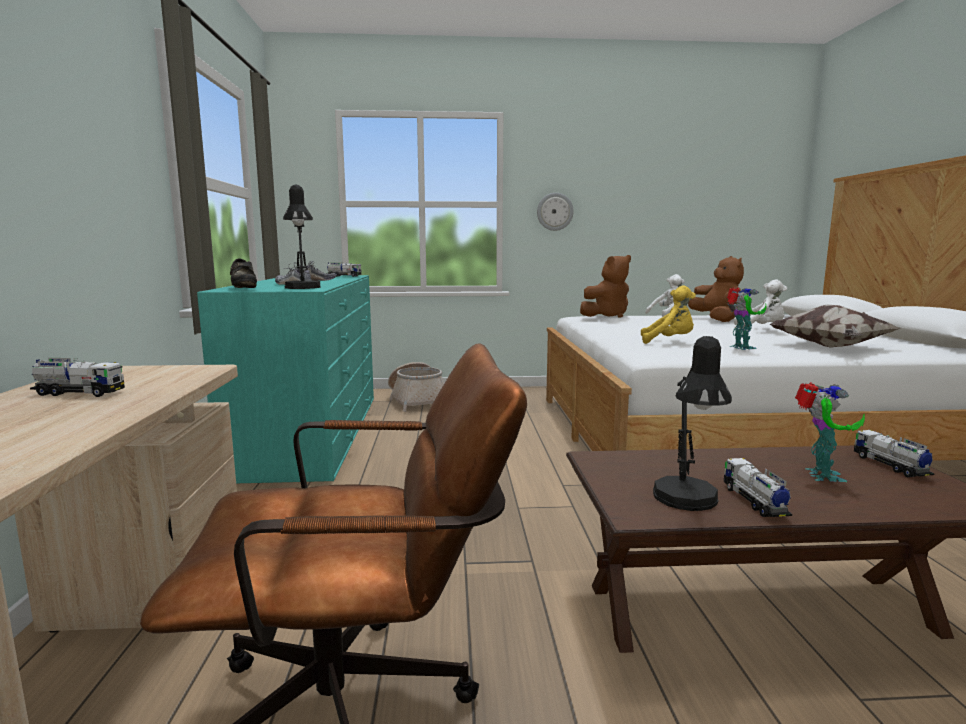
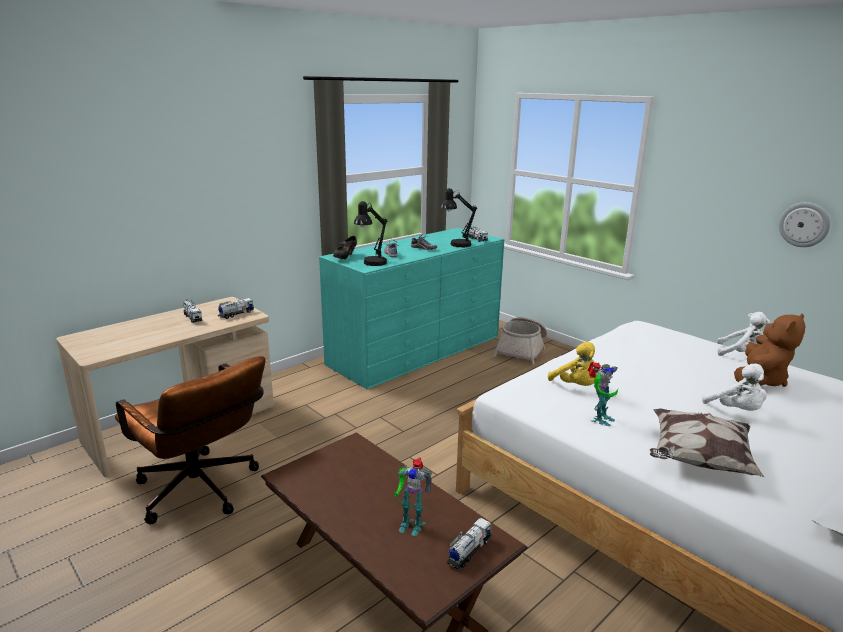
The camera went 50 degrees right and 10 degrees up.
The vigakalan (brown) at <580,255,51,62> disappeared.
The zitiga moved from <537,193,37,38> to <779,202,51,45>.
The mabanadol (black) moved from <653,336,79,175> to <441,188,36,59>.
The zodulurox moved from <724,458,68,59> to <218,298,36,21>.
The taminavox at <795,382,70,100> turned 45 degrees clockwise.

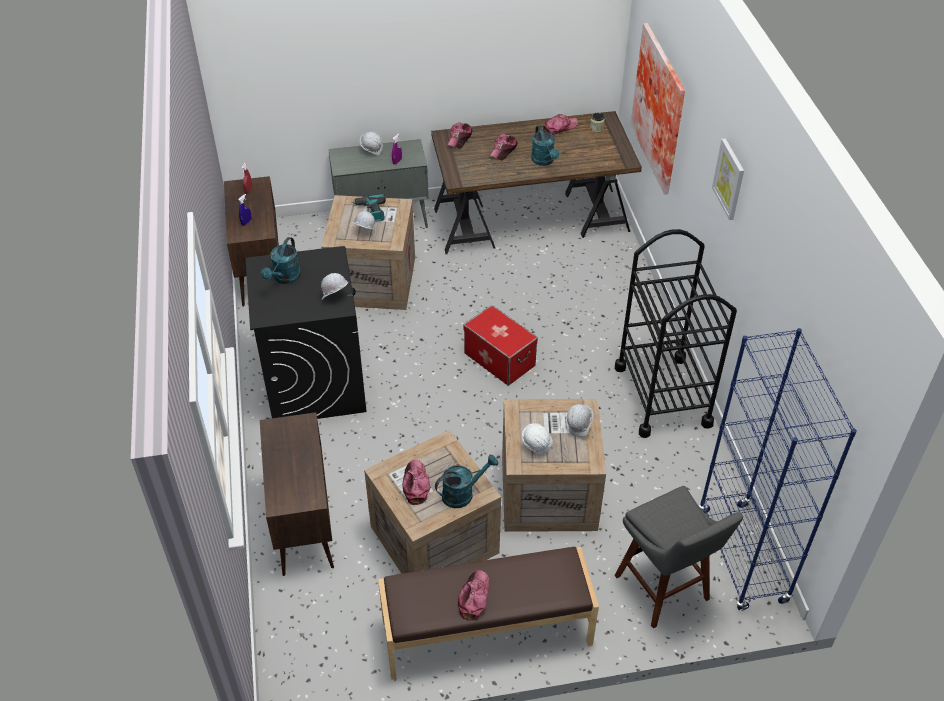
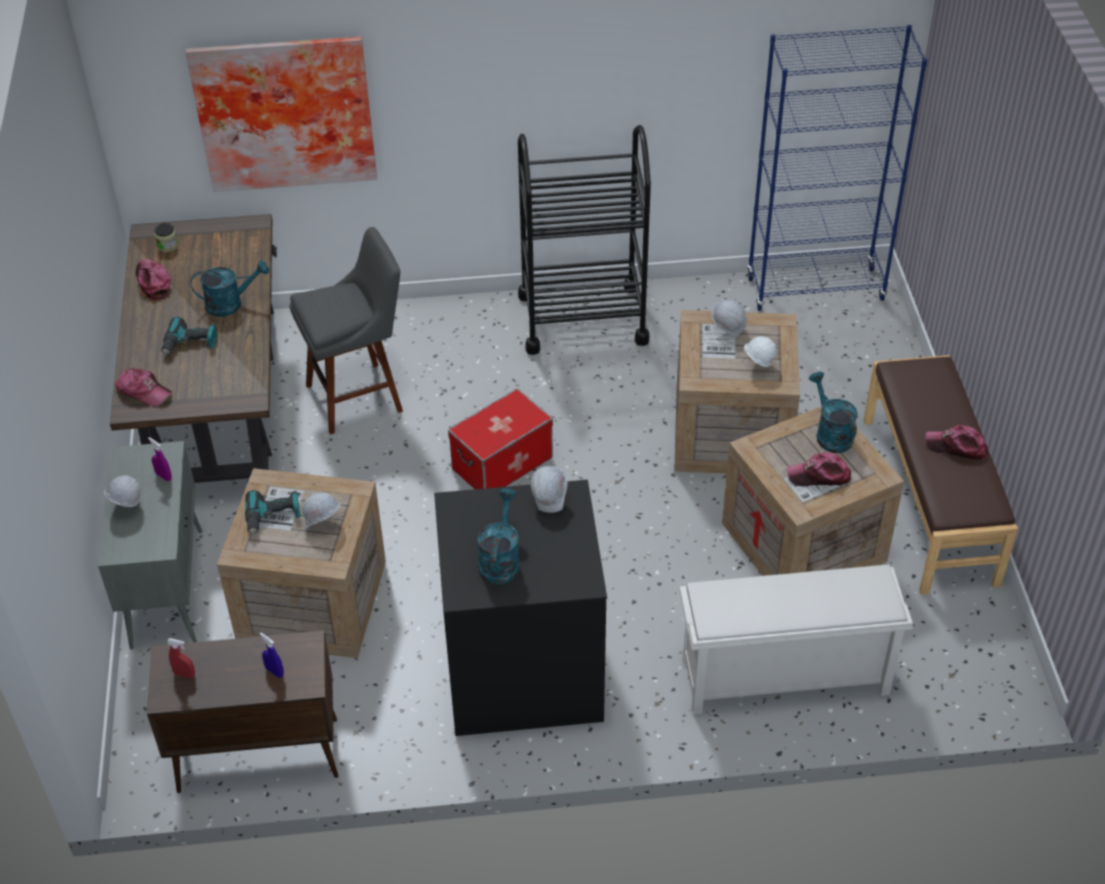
The camera went 85 degrees left and 0 degrees up.
The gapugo at <712,138,32,82> disappeared.
The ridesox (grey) moved from <615,486,128,143> to <290,227,113,208>.
The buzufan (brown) at <260,412,74,164> was replaced by the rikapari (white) at <679,564,234,150>.
The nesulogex at <489,134,29,26> was replaced by the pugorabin at <161,317,56,39>.
The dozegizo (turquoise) at <261,237,40,47> turned 105 degrees counterclockwise.

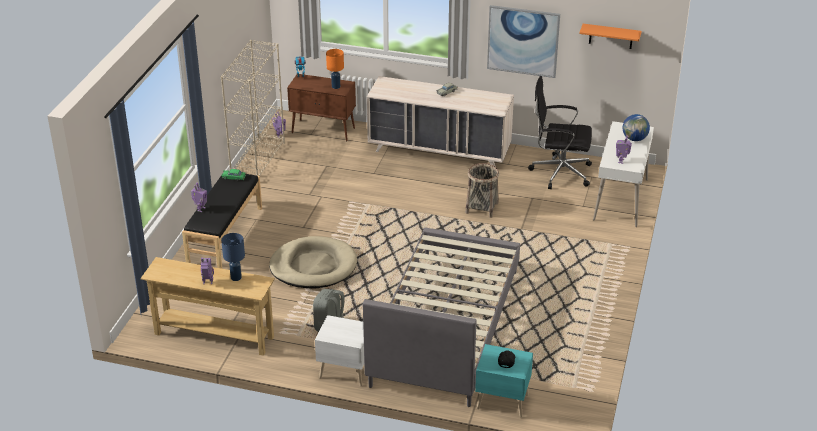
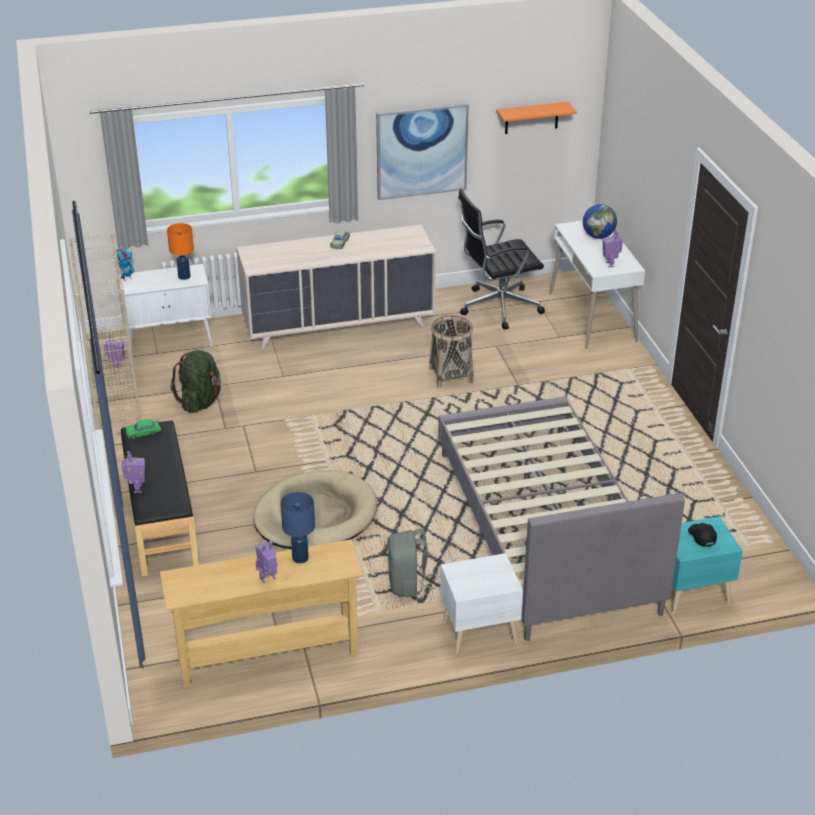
The camera went 30 degrees left and 0 degrees up.
The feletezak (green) at <170,350,51,63> appeared.
The buzufan (brown) at <287,74,69,67> became the buzufan (white) at <116,264,97,84>.

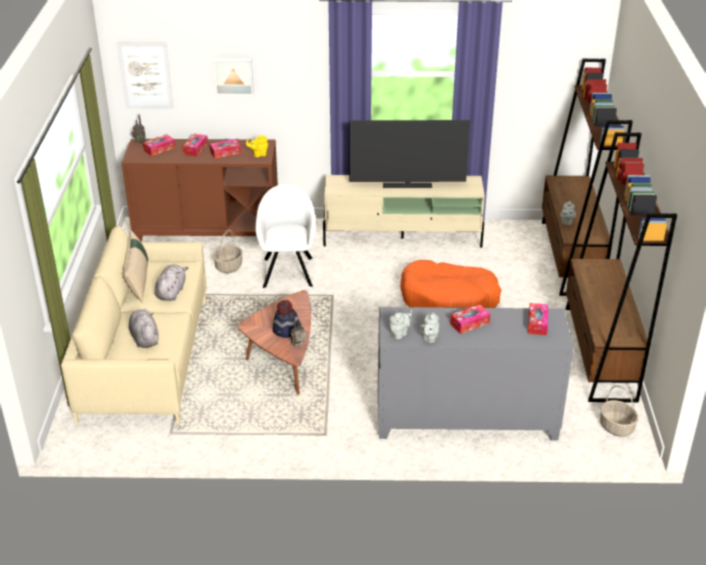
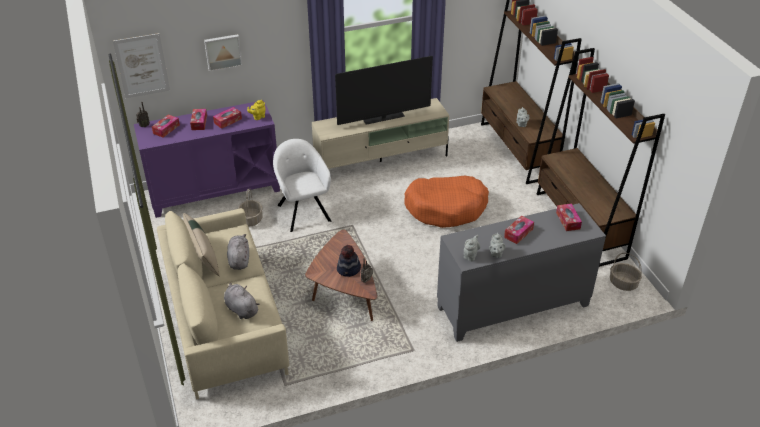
The camera went 20 degrees left and 5 degrees up.
The buzufan (brown) at <121,139,157,103> became the buzufan (purple) at <134,100,146,118>.

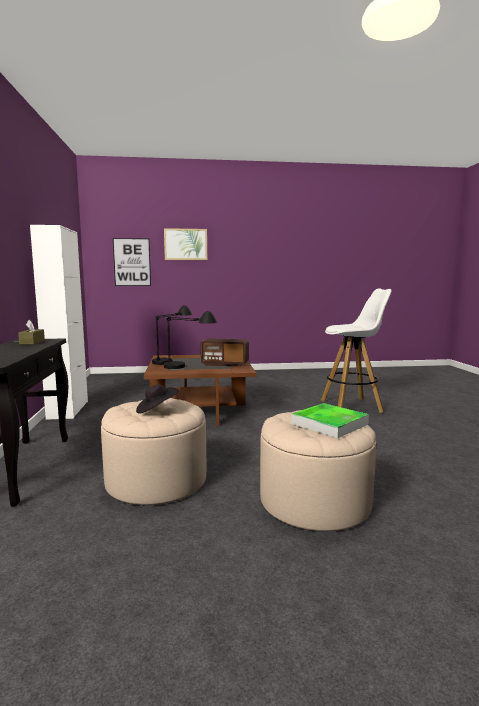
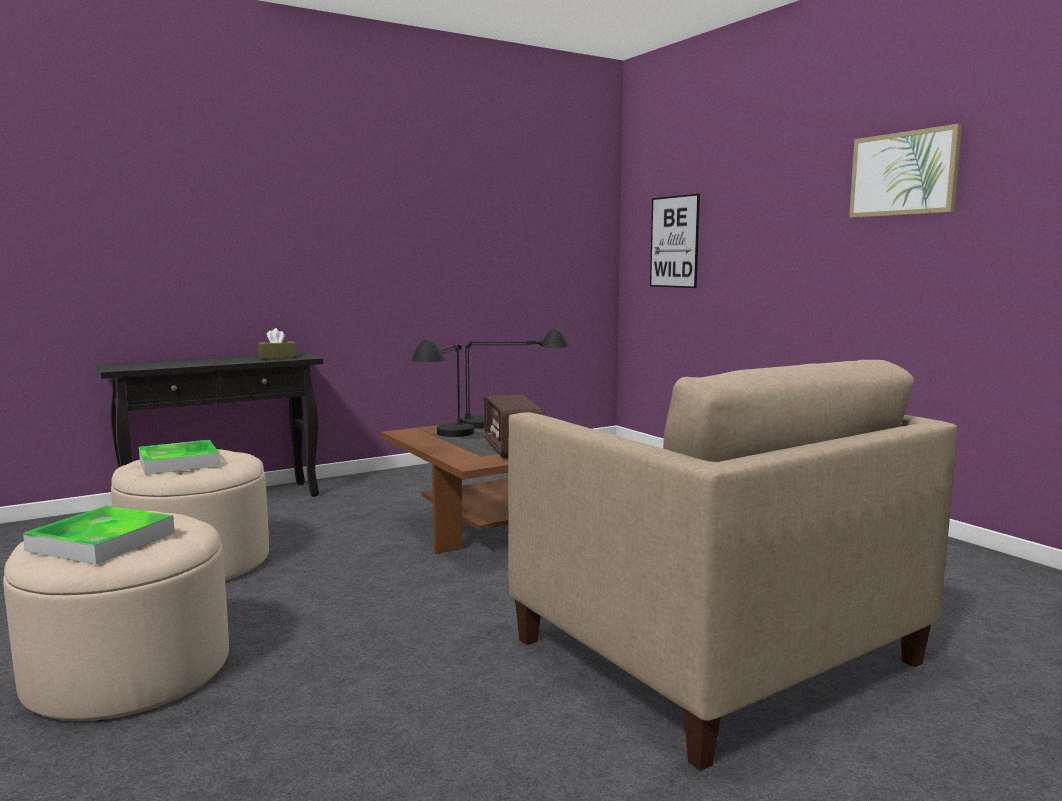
The camera went 65 degrees right and 0 degrees up.
The buzufan (white) at <30,225,58,195> disappeared.
The gapugo moved from <164,228,43,32> to <849,124,113,94>.
The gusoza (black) at <136,384,43,30> was replaced by the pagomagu at <139,440,81,35>.
The ridesox (white) at <321,288,71,125> was replaced by the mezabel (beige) at <508,360,449,411>.

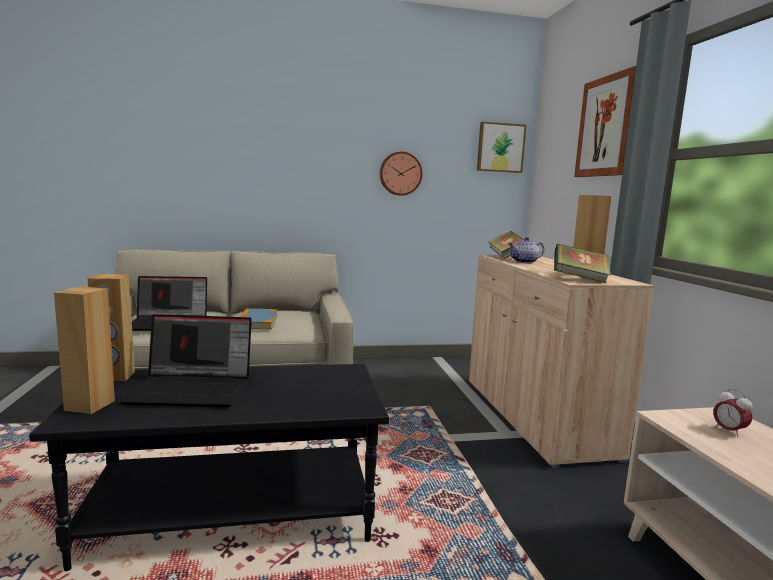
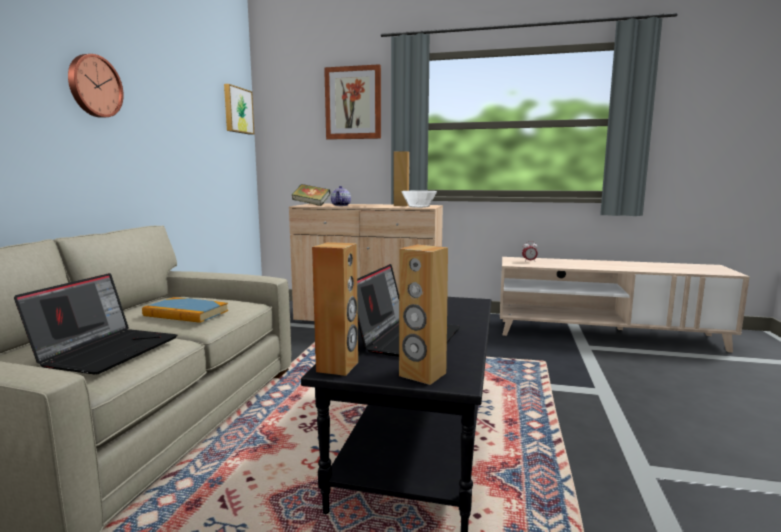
The camera went 65 degrees left and 0 degrees up.
The zitiga moved from <380,151,43,45> to <68,54,56,64>.
The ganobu at <554,244,57,39> was replaced by the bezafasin at <402,190,35,18>.

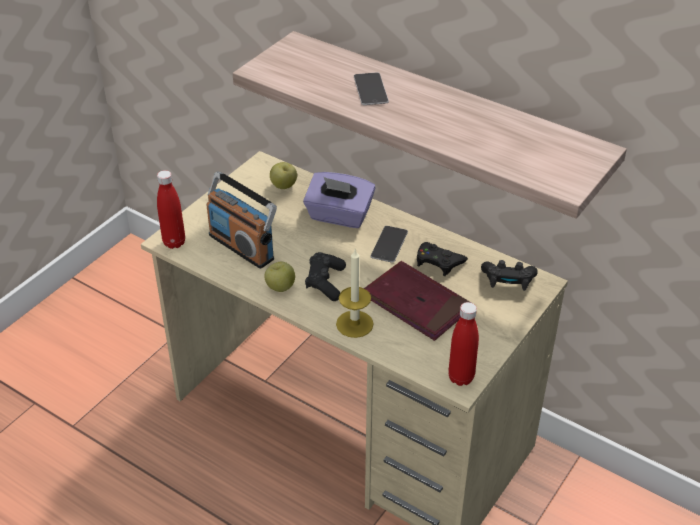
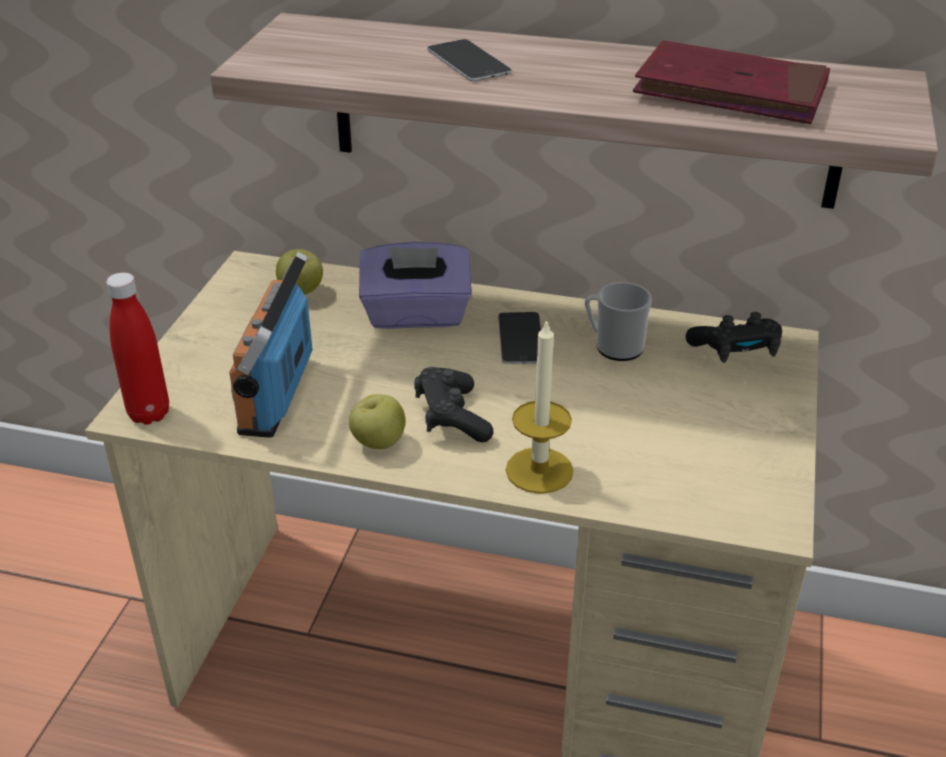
The camera went 20 degrees left and 5 degrees down.
The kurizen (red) at <448,302,31,84> disappeared.
The ganobu (red) moved from <364,261,107,80> to <633,41,197,83>.
The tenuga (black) at <417,242,51,34> was replaced by the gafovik at <585,282,67,79>.
The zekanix at <206,172,71,97> turned 75 degrees clockwise.

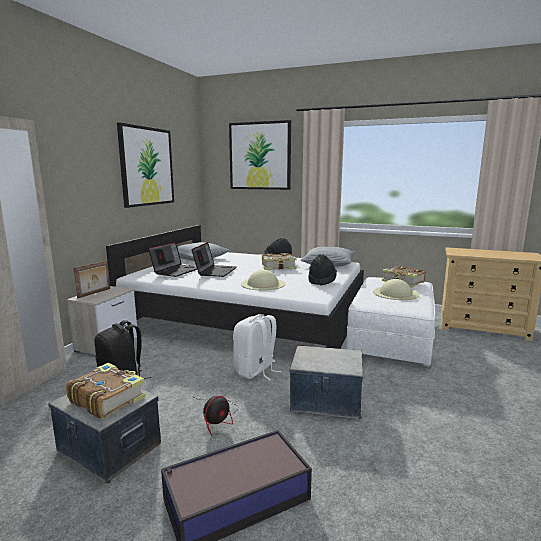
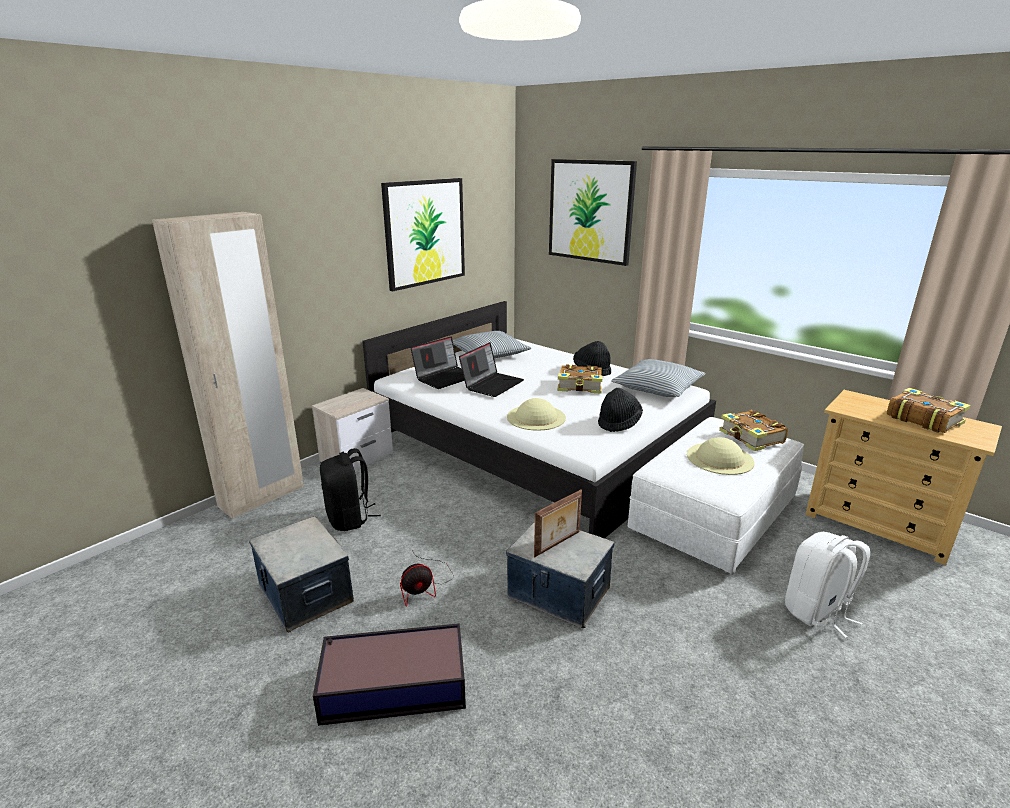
The camera went 20 degrees right and 10 degrees up.
The ganobu moved from <66,363,80,55> to <887,388,84,45>.
The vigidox moved from <74,260,36,39> to <534,490,48,67>.
The feletezak (white) moved from <233,314,49,66> to <785,532,85,106>.

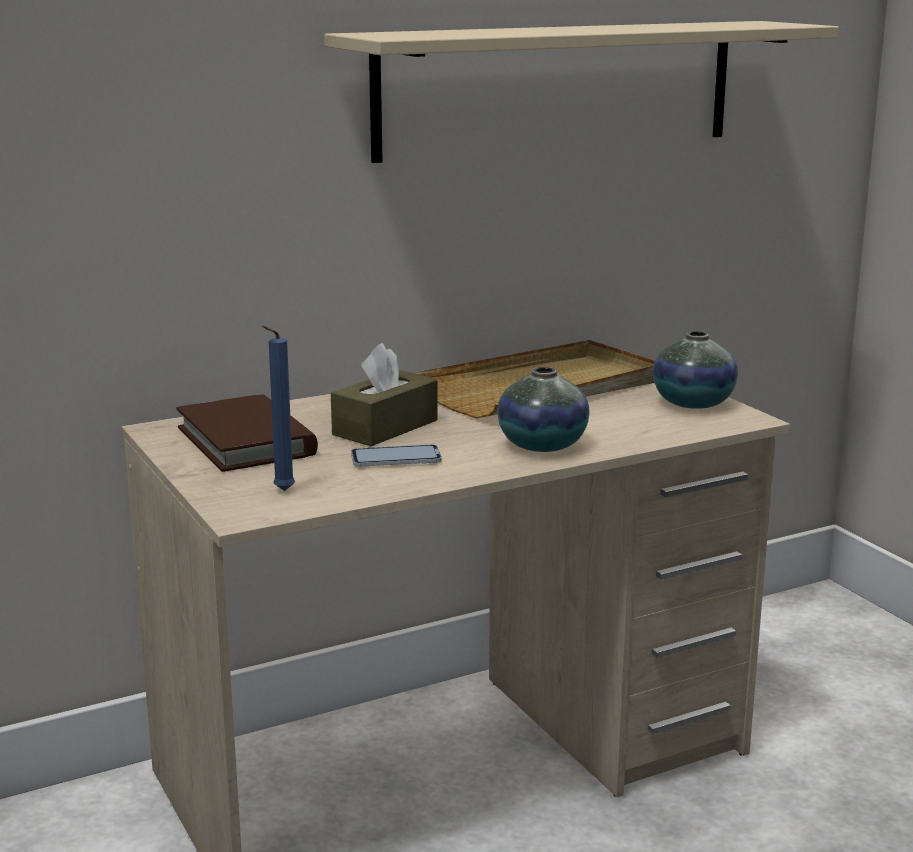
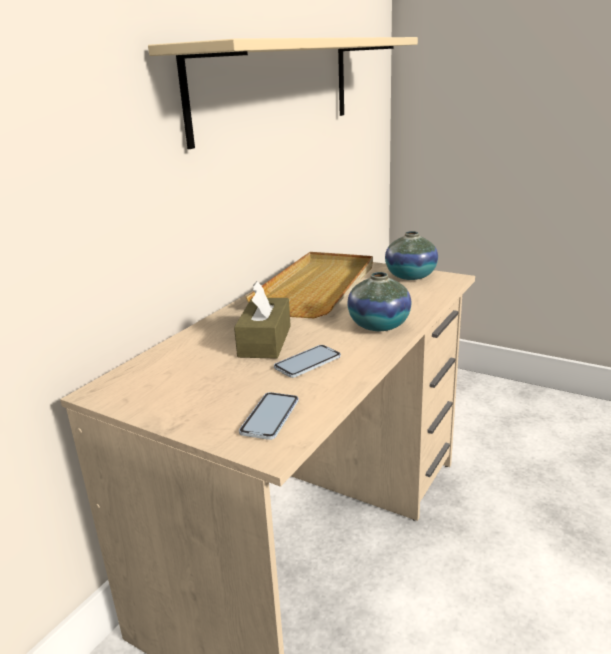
The camera went 30 degrees left and 5 degrees up.
The ganobu (brown) at <177,394,141,78> disappeared.
The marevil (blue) at <262,326,33,165> was replaced by the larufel at <239,392,60,48>.

